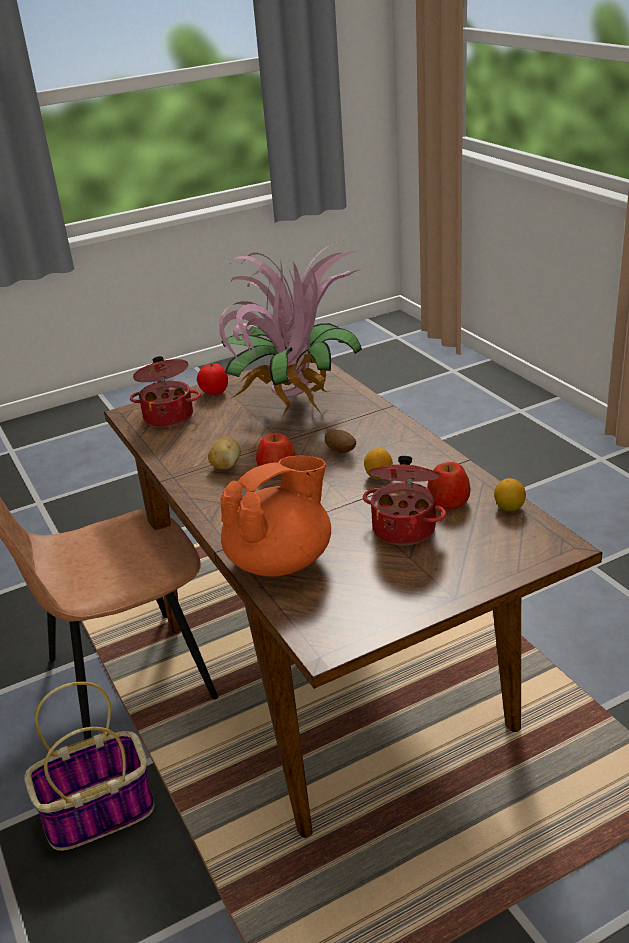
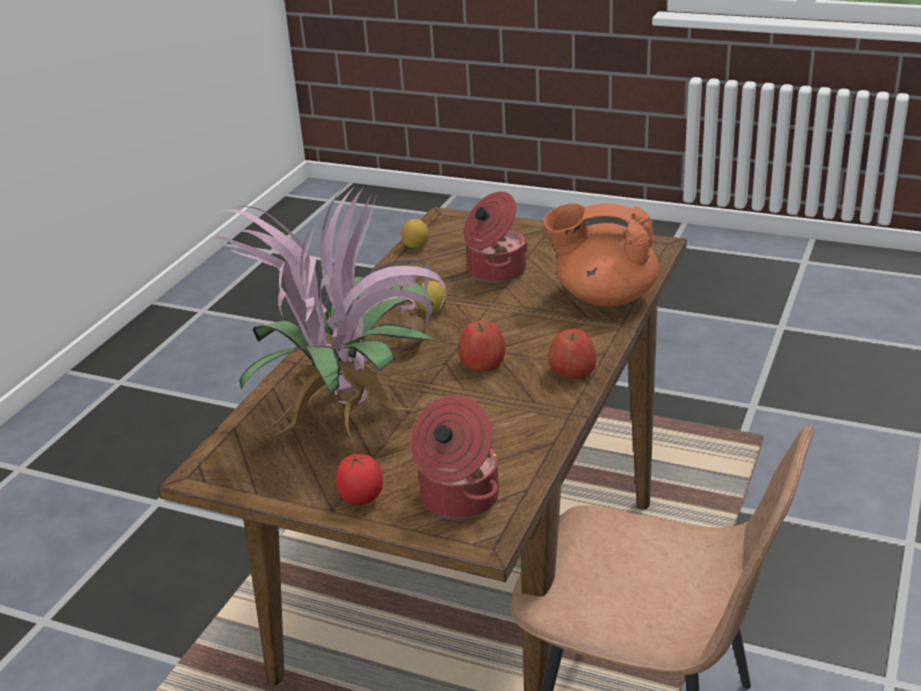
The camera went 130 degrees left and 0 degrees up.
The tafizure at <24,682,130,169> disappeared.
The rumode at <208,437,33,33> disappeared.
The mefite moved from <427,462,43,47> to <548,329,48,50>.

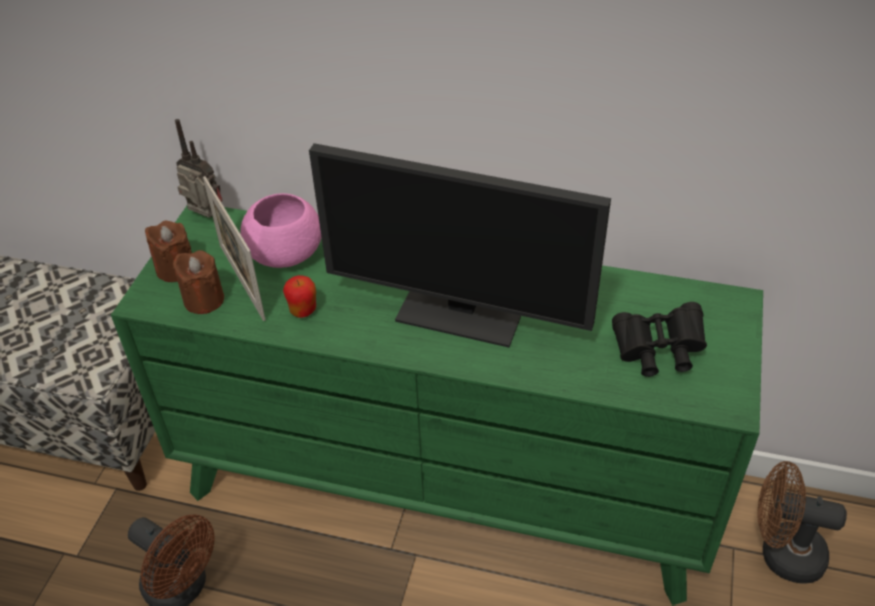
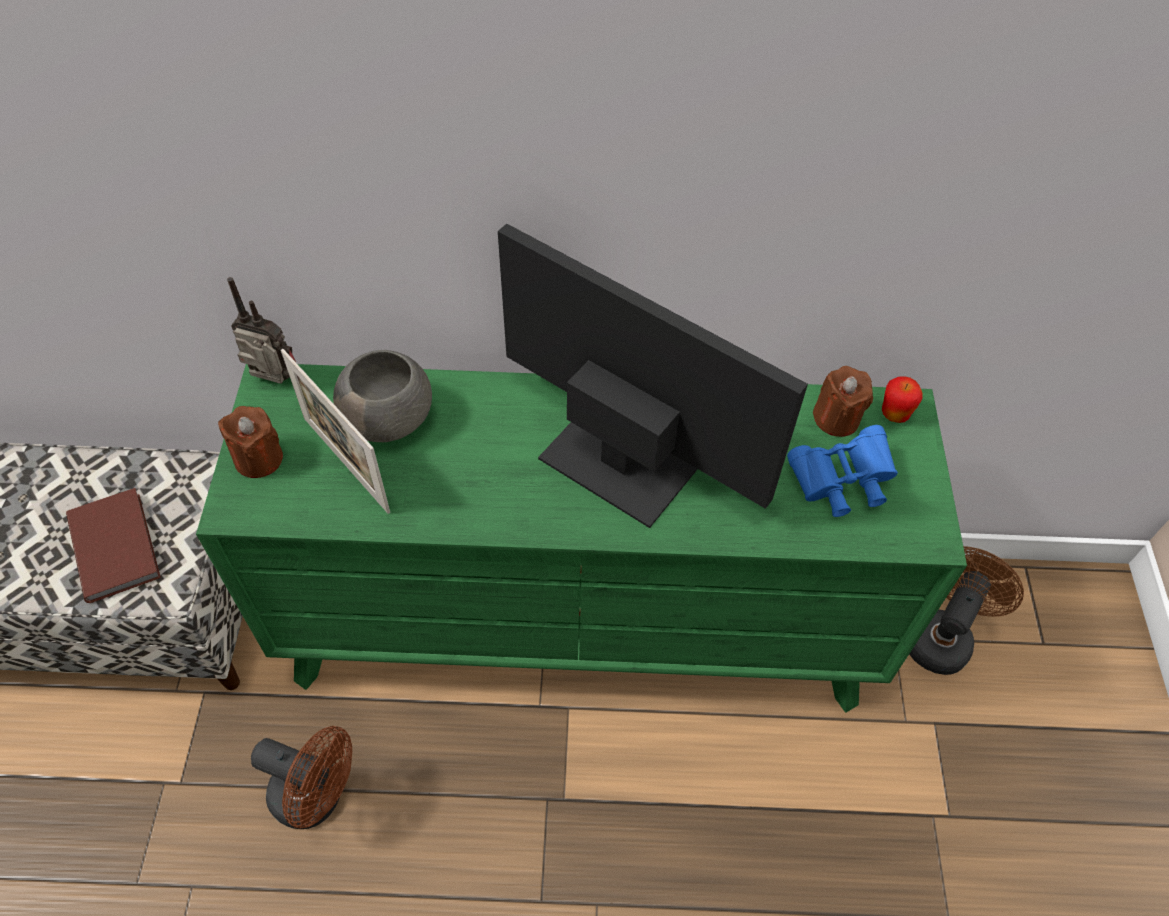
The camera went 15 degrees left and 10 degrees up.
The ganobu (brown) at <66,488,95,115> appeared.
The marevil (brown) moved from <173,250,51,64> to <813,366,60,71>.
The mefite moved from <283,275,33,43> to <882,376,41,47>.
The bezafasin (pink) at <240,193,81,75> became the bezafasin (grey) at <333,350,99,92>.
The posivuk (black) at <612,302,95,75> became the posivuk (blue) at <787,425,111,92>.
The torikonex at <309,143,302,205> turned 150 degrees counterclockwise.
The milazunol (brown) at <758,461,89,122> turned 120 degrees clockwise.

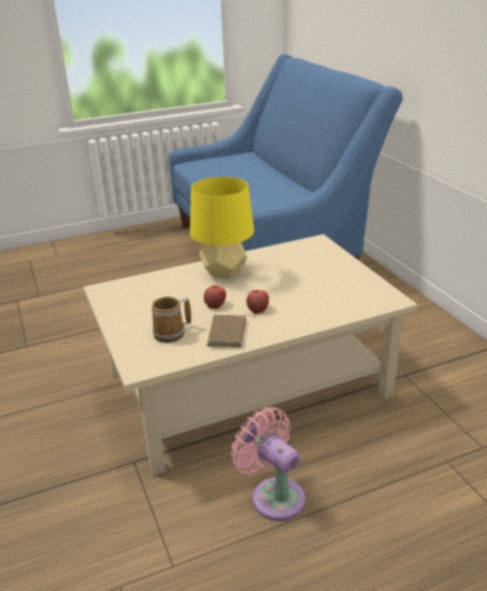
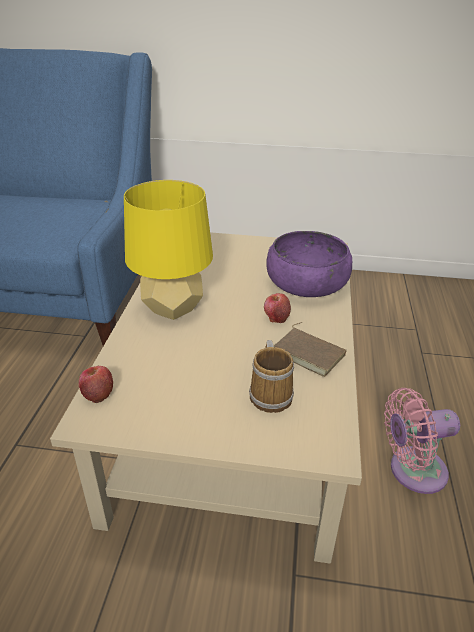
The camera went 60 degrees left and 5 degrees up.
The bezafasin (purple) at <266,231,87,66> appeared.
The mefite moved from <204,286,22,23> to <79,366,34,37>.

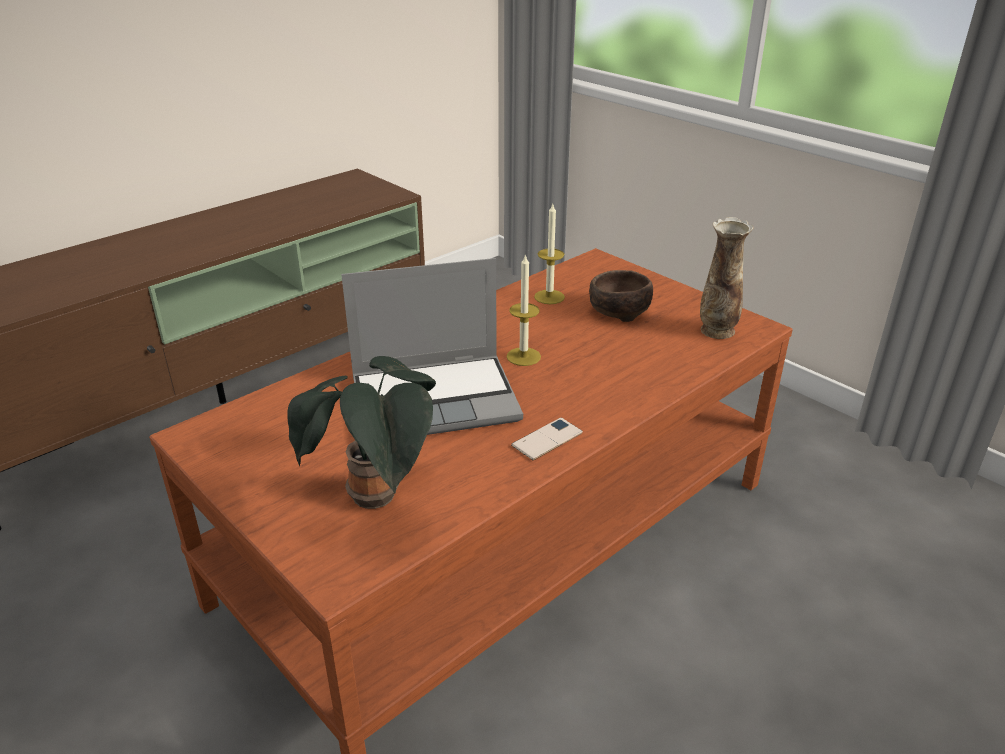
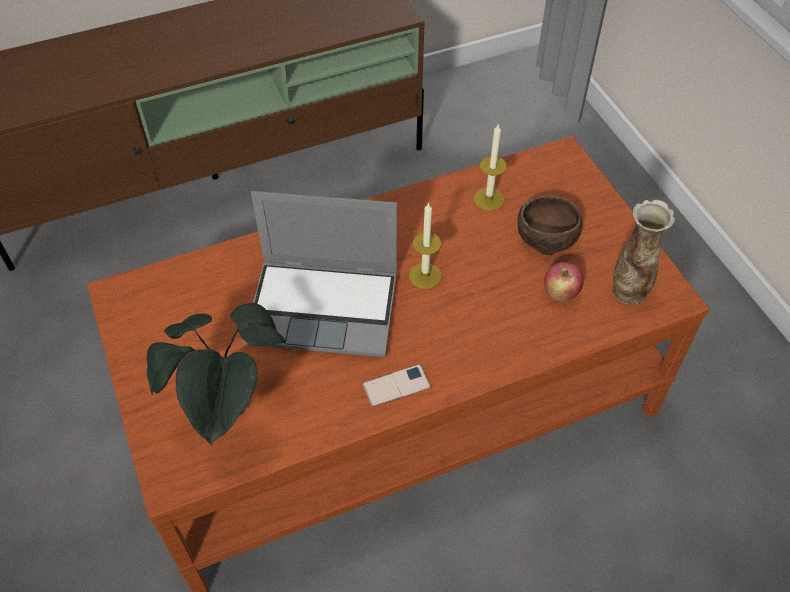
The camera went 20 degrees right and 20 degrees up.
The mefite at <544,262,40,40> appeared.

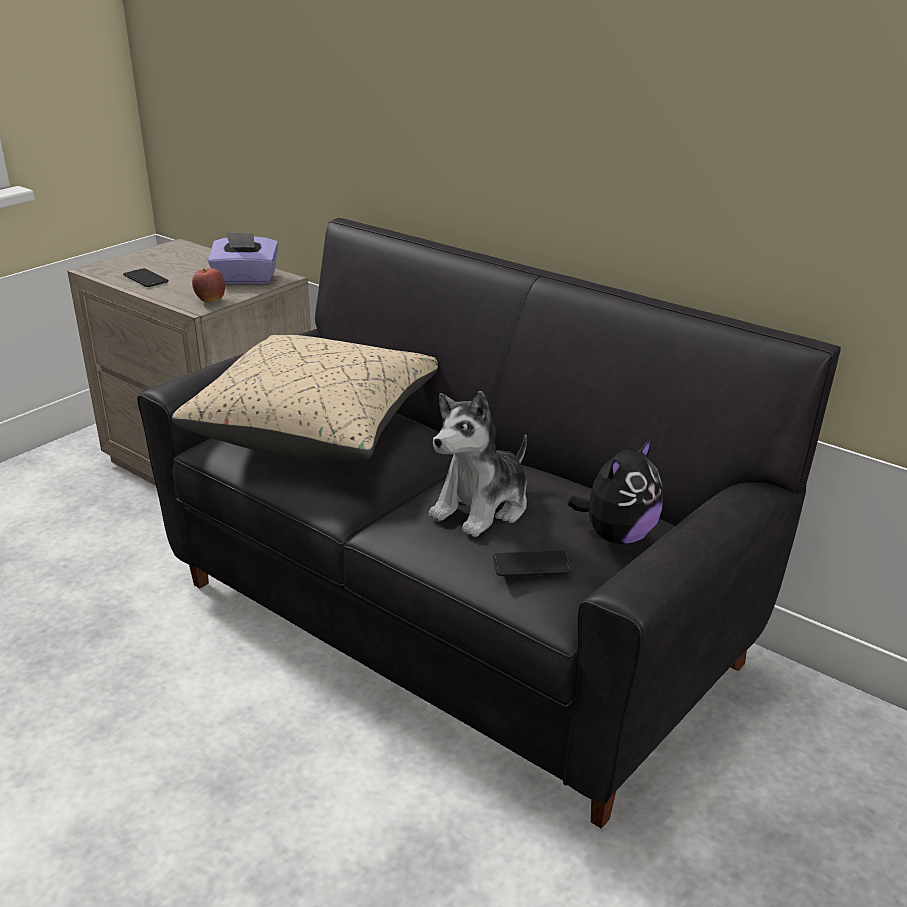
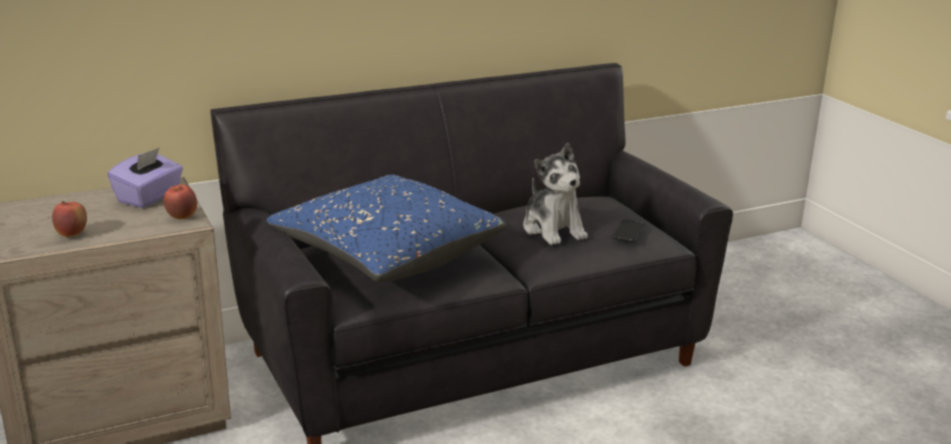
The camera went 65 degrees left and 5 degrees down.
The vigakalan at <567,438,96,106> disappeared.
The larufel at <123,268,46,19> was replaced by the mefite at <52,201,35,36>.
The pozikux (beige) at <172,335,266,126> became the pozikux (blue) at <267,174,239,108>.

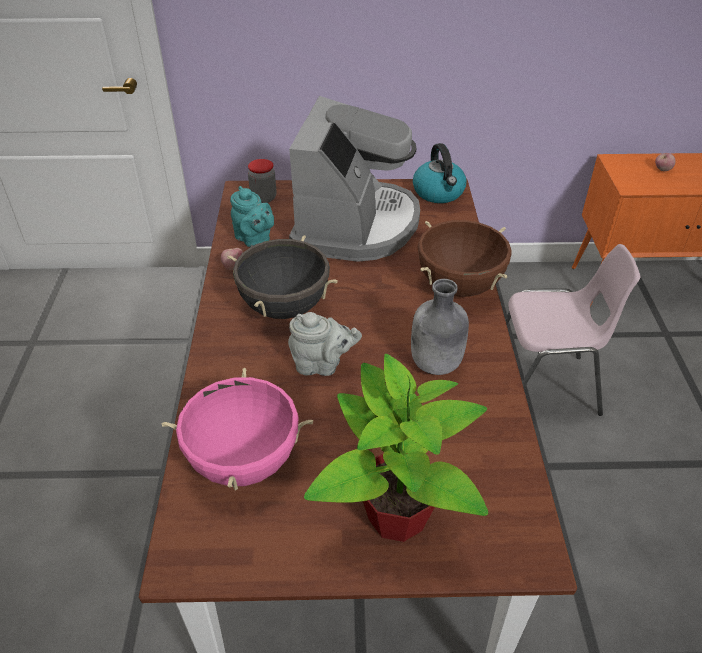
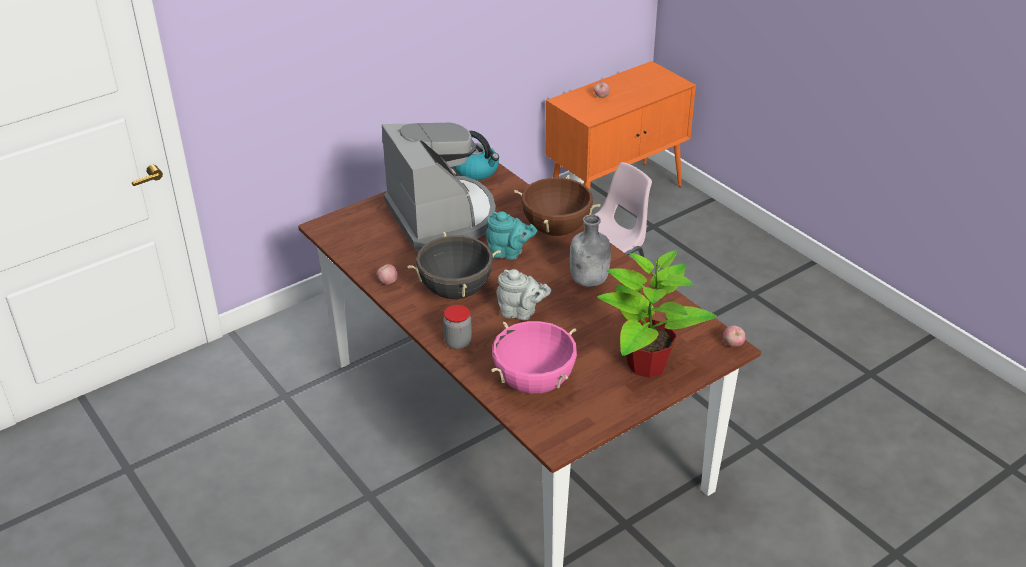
The camera went 35 degrees left and 5 degrees down.
The mefite at <723,325,23,22> appeared.
The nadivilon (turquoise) moved from <230,186,44,61> to <486,211,51,49>.
The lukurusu moved from <248,159,29,44> to <443,305,29,45>.
The nadivilon (grey) at <288,312,74,64> turned 45 degrees clockwise.

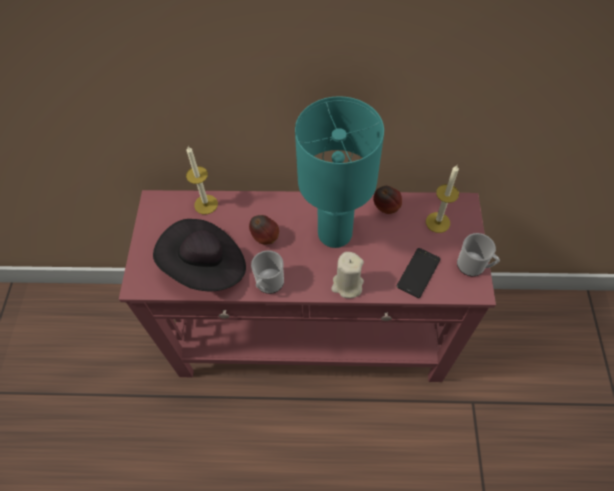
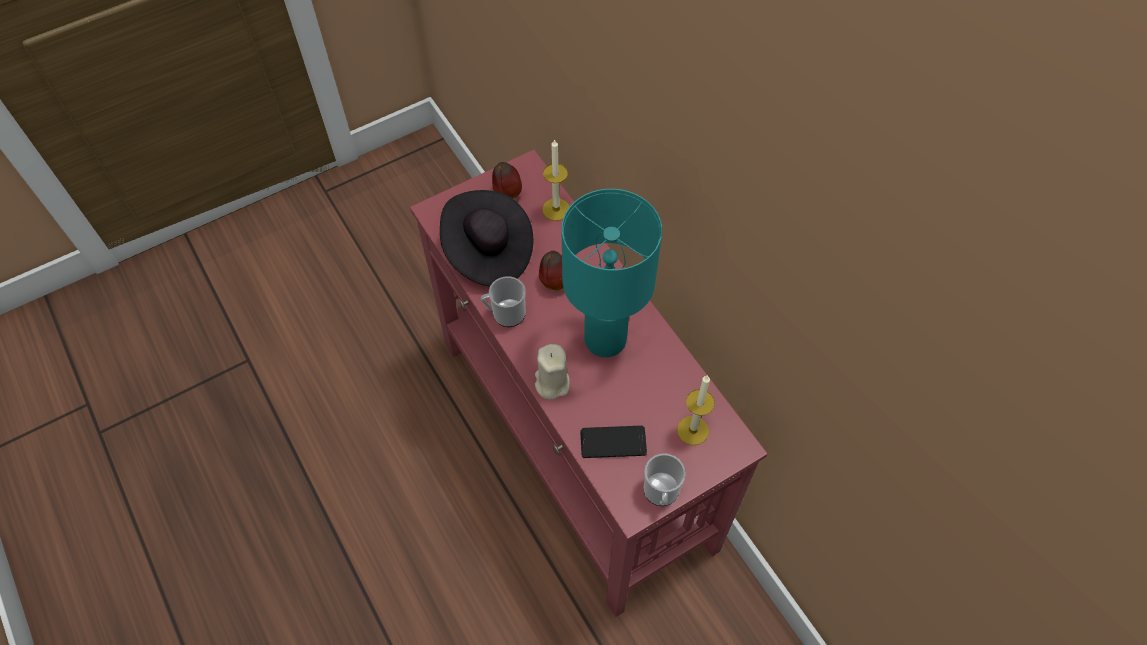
The camera went 55 degrees right and 0 degrees up.
The mefite moved from <373,186,29,28> to <492,162,30,37>.

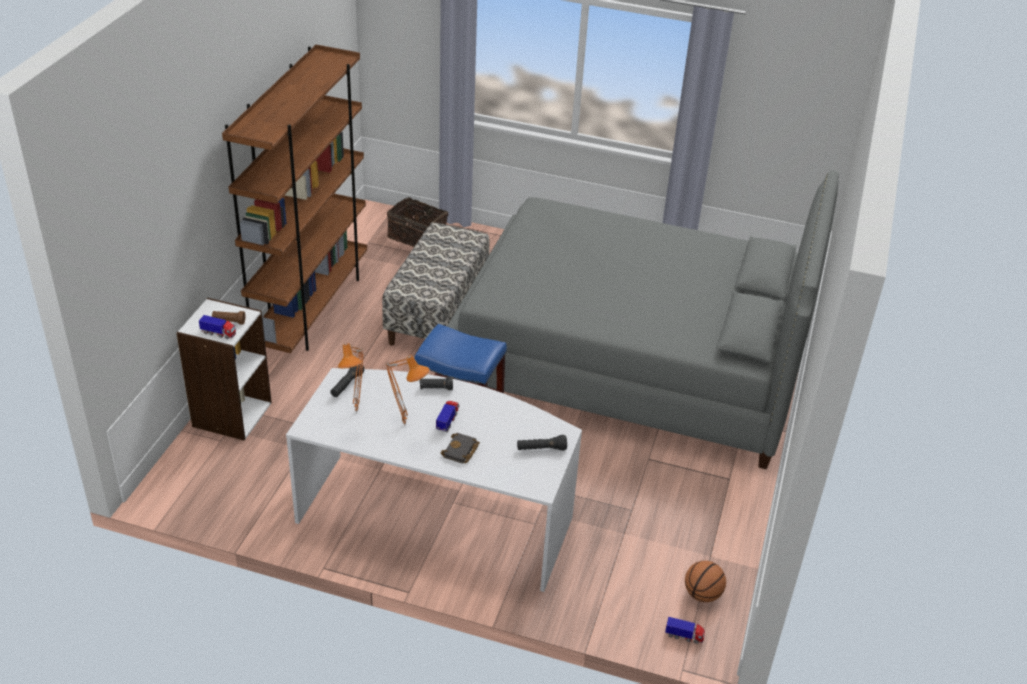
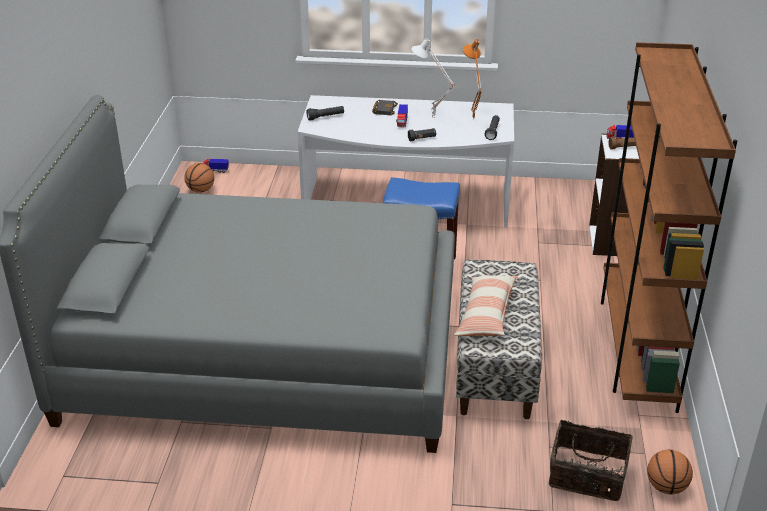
The camera went 170 degrees right and 5 degrees down.
The pozikux at <454,276,64,60> appeared.
The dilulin at <647,450,46,44> appeared.
The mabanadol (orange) at <386,355,44,71> became the mabanadol (white) at <411,38,45,79>.

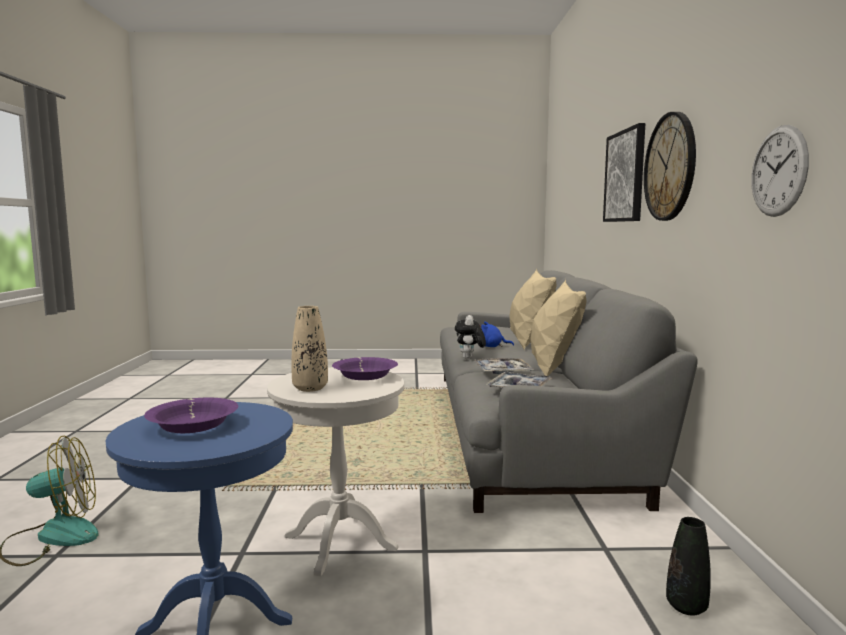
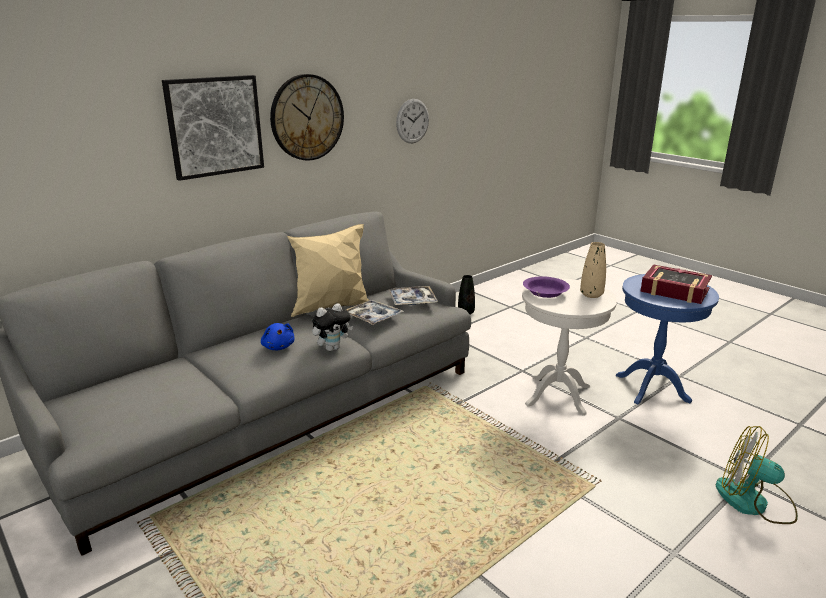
The camera went 130 degrees left and 15 degrees up.
The pozikux (beige) at <509,269,48,81> disappeared.
The bezafasin (purple) at <144,398,94,35> was replaced by the ganobu at <640,265,72,39>.

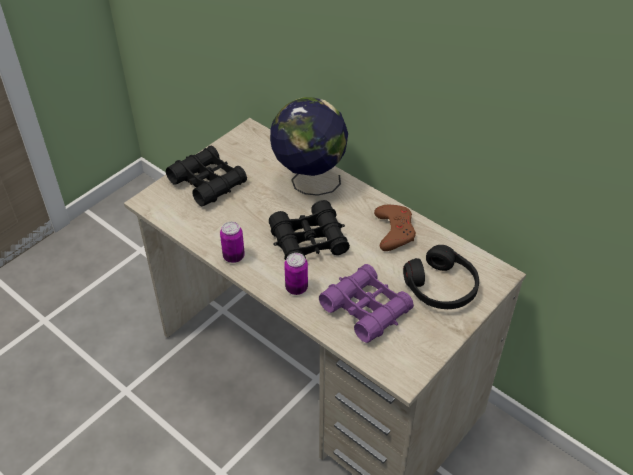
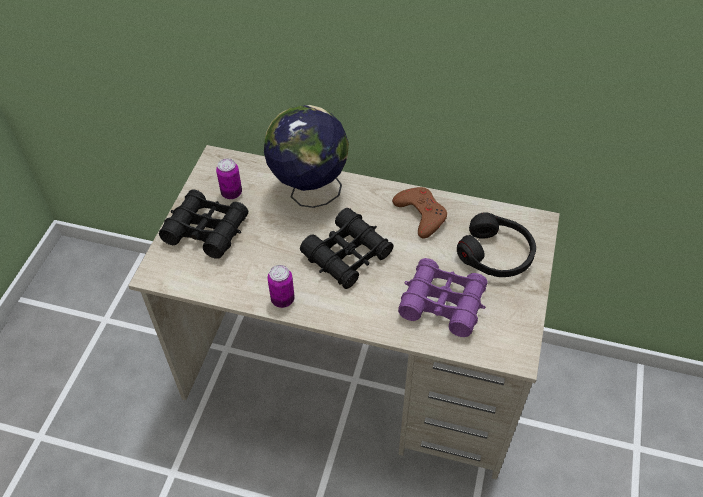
The camera went 25 degrees left and 5 degrees up.
The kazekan moved from <284,253,24,42> to <216,158,26,41>.

